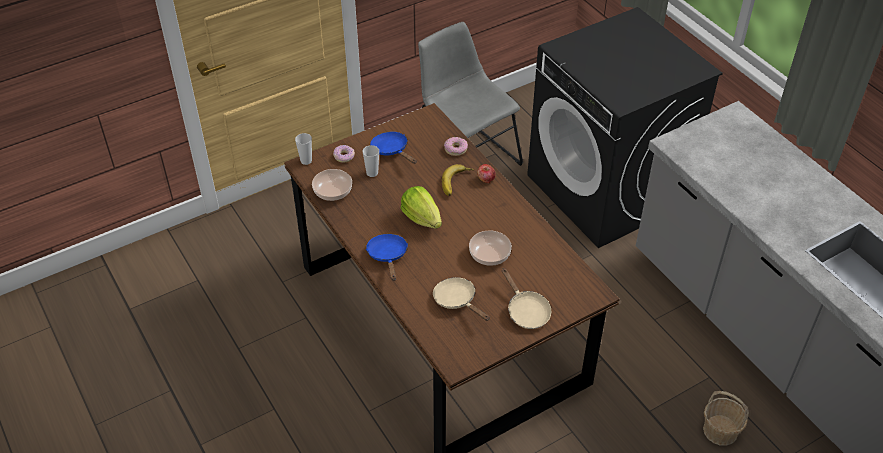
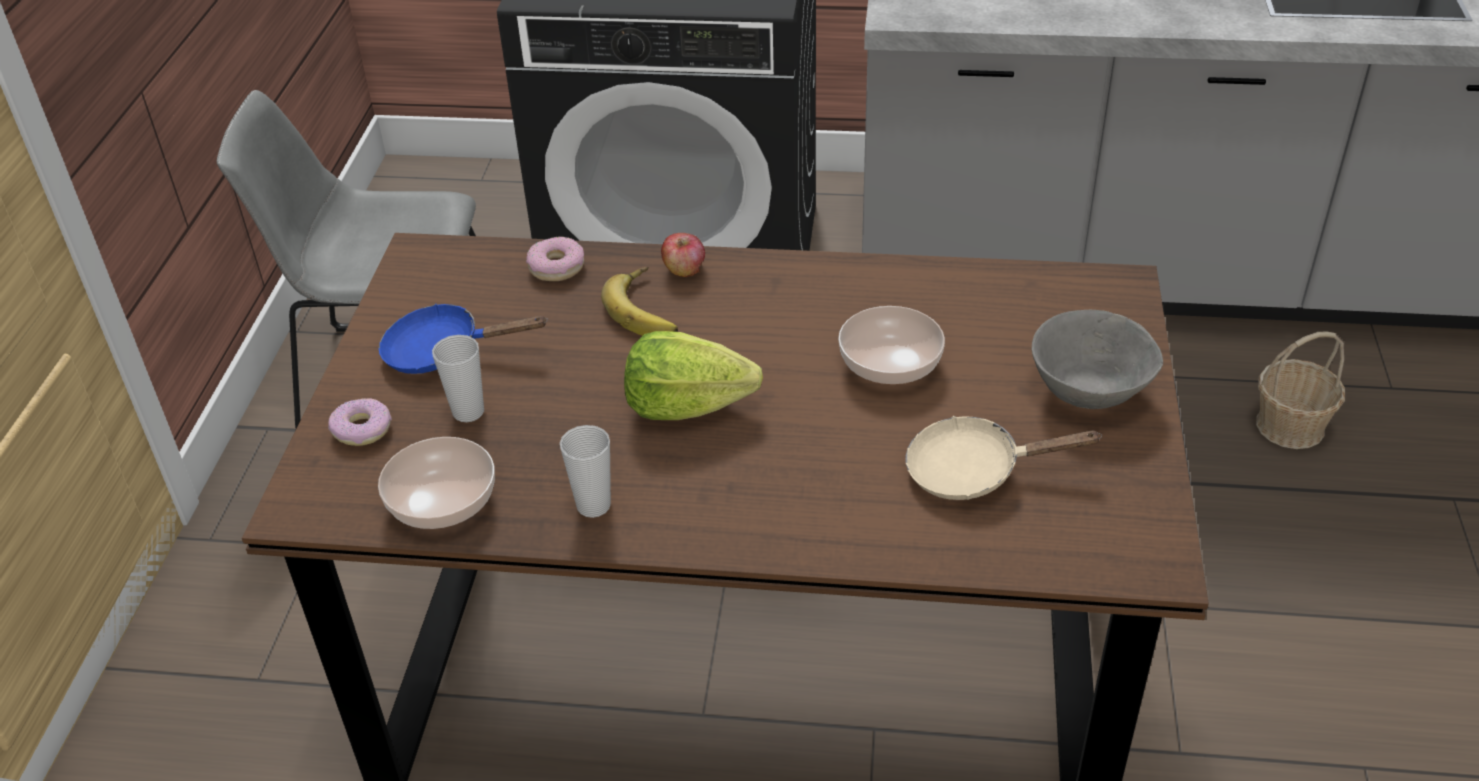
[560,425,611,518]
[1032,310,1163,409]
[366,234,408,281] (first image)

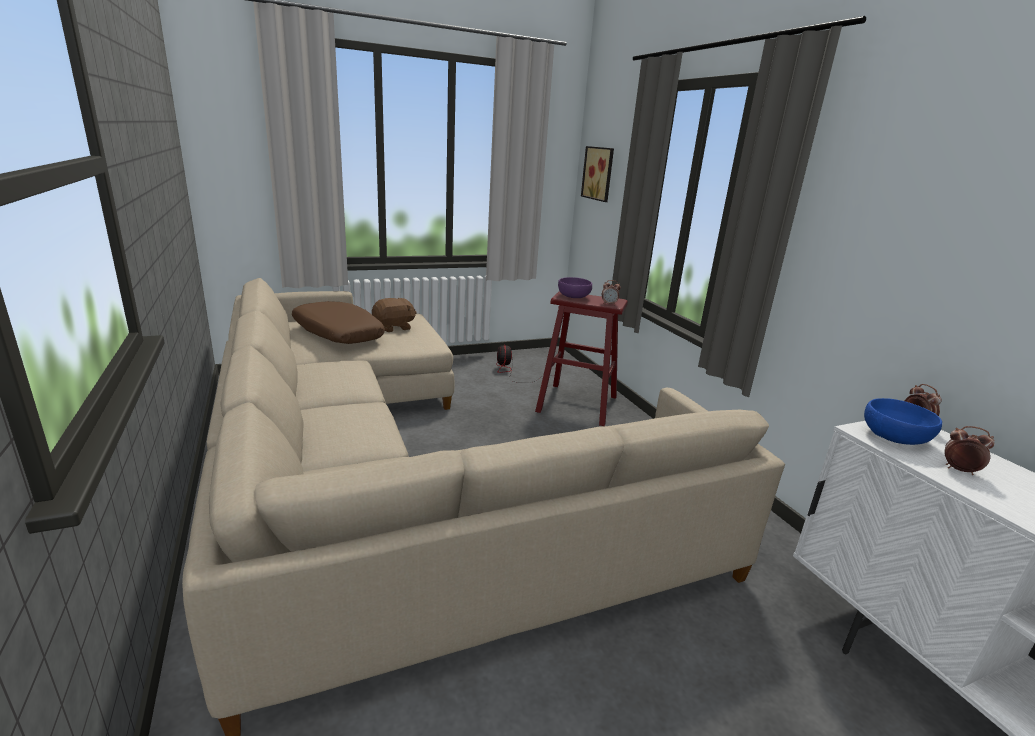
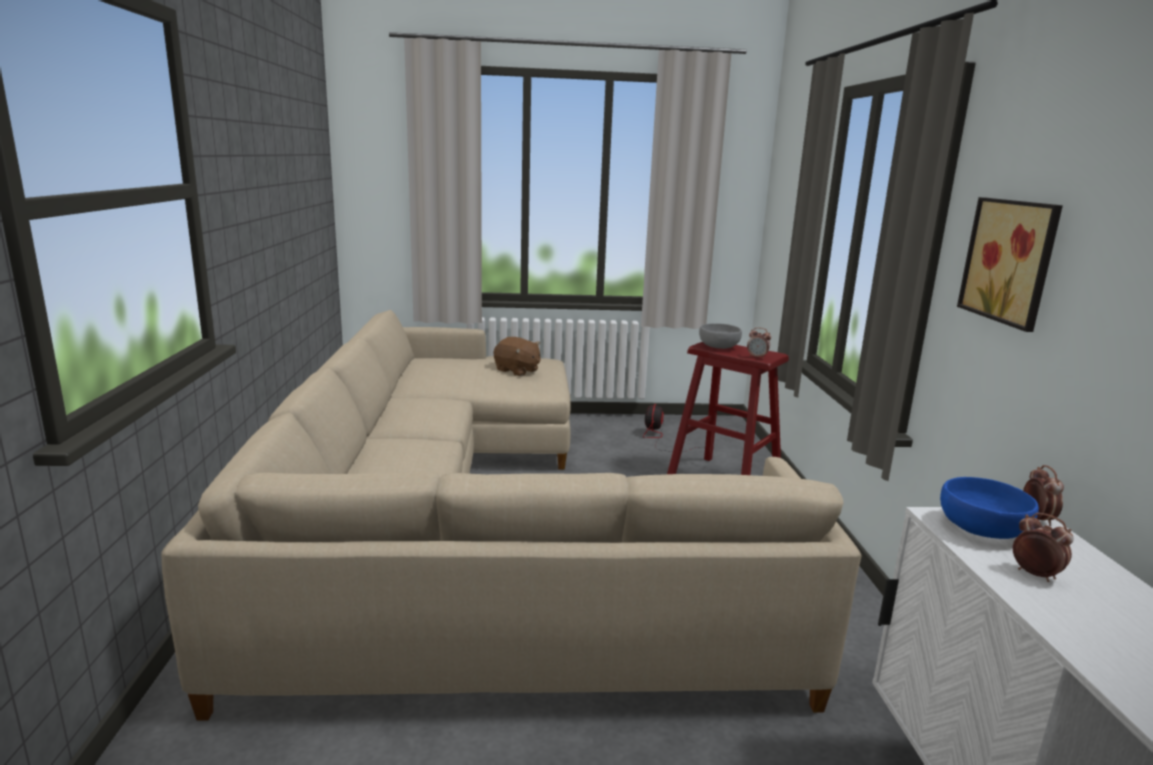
[494,337,541,376]
[699,323,742,349]
[957,197,1063,332]
[292,301,385,344] (first image)

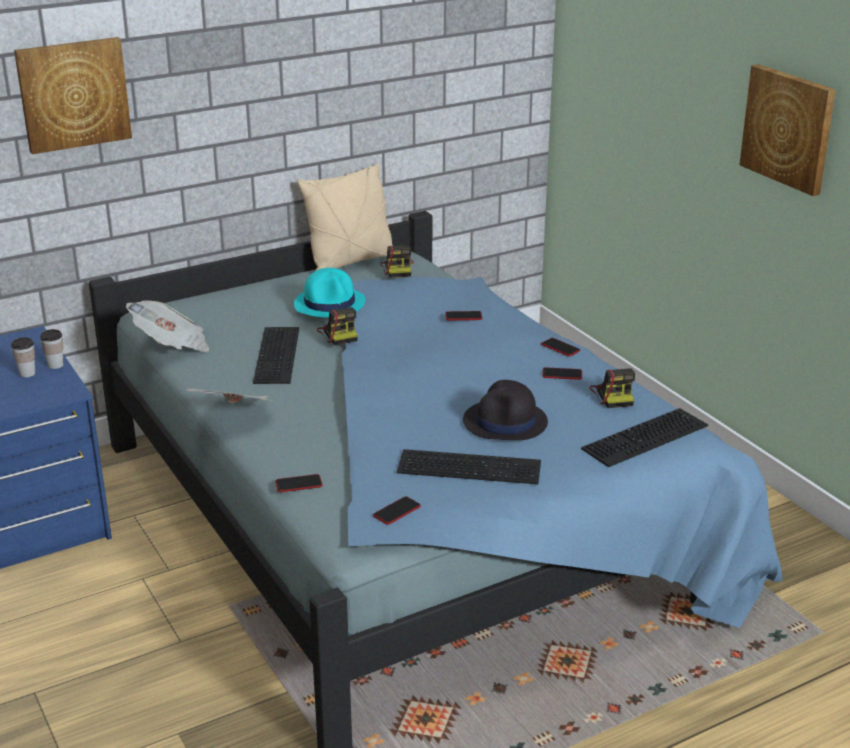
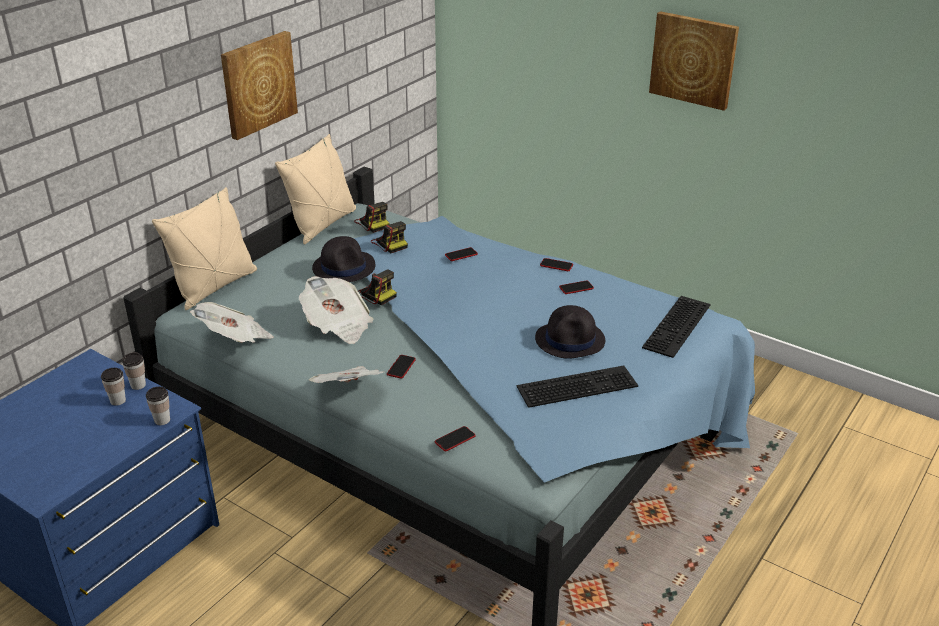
[146,387,170,425]
[152,187,257,310]
[221,31,298,140]
[299,276,374,344]
[312,236,375,282]
[371,221,408,253]
[387,355,416,378]

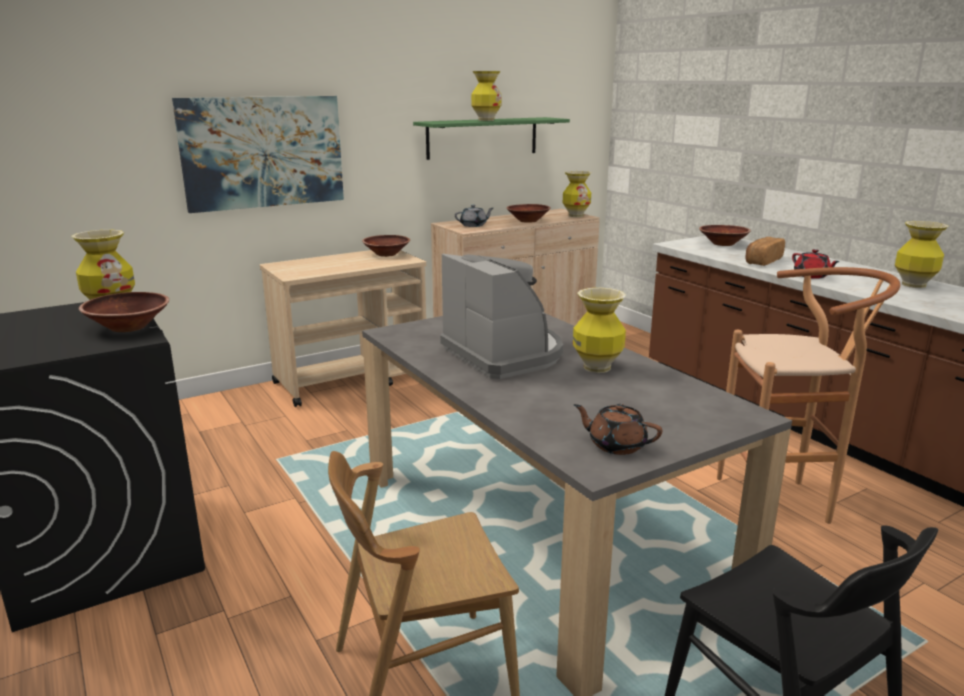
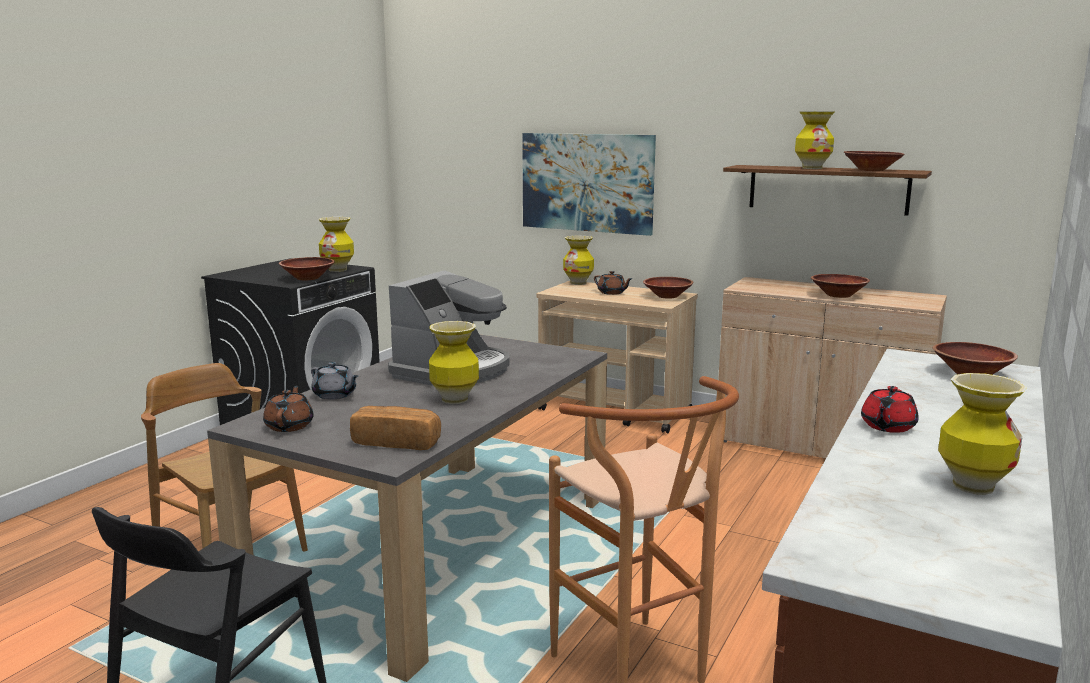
[311,362,358,399]
[350,406,441,450]
[563,235,594,285]
[594,271,633,295]
[723,165,932,216]
[844,151,905,171]

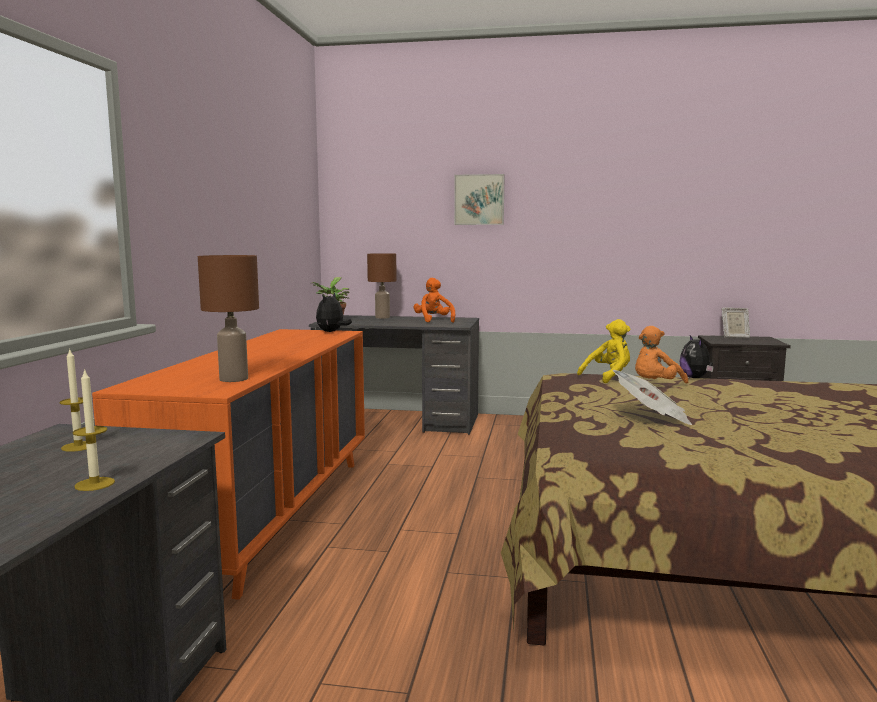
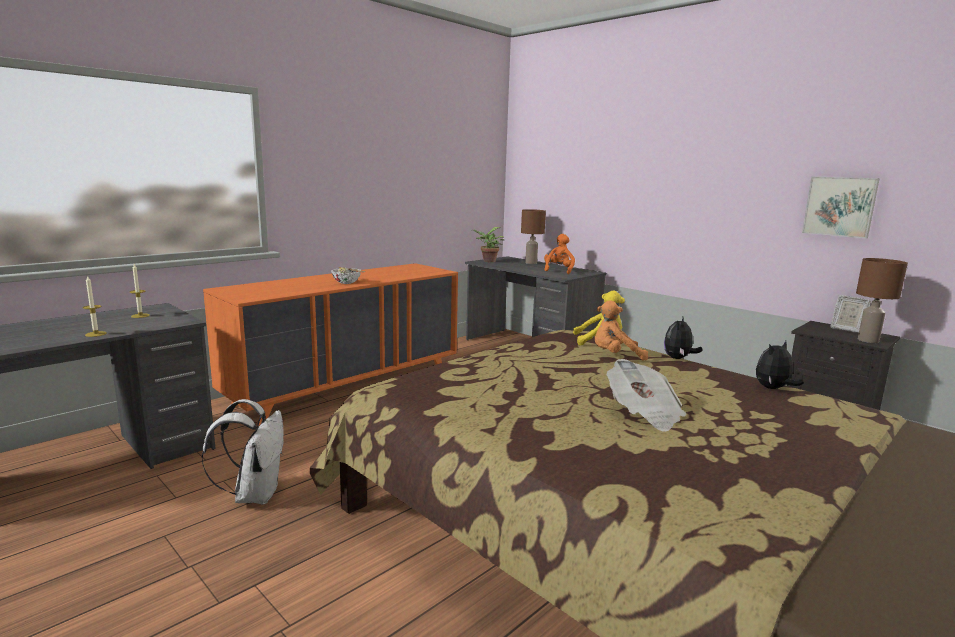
[202,399,284,505]
[331,267,366,284]
[607,359,686,432]
[756,341,804,389]
[802,177,880,238]
[856,258,908,343]

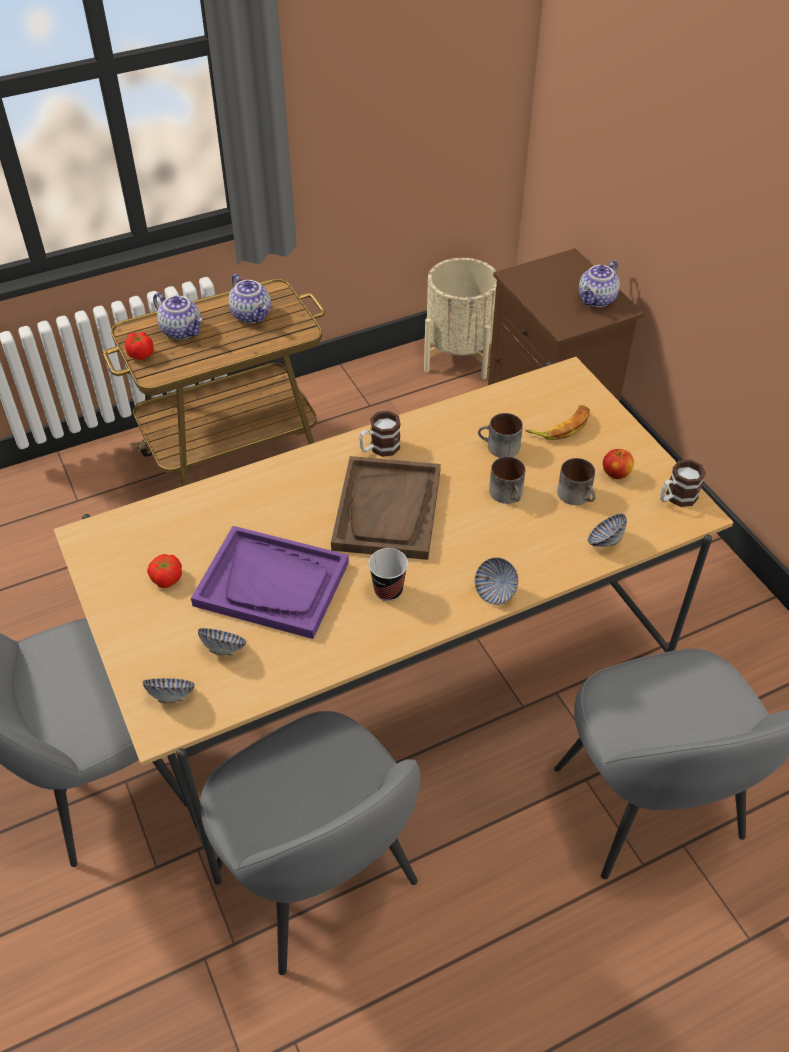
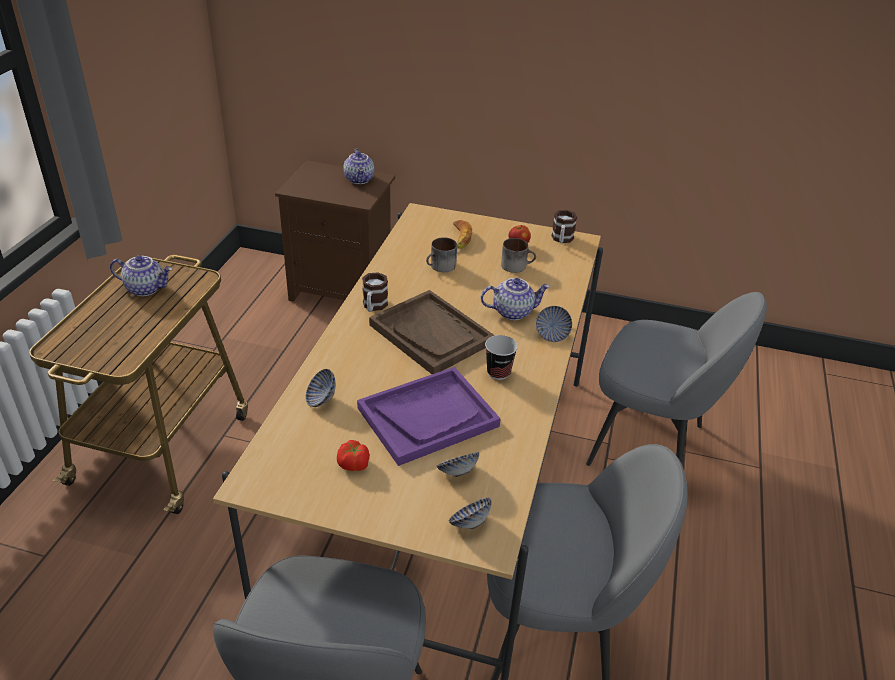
[306,369,336,407]
[481,278,550,320]
[125,332,154,360] (first image)
[424,258,497,379] (first image)
[489,457,525,504] (first image)

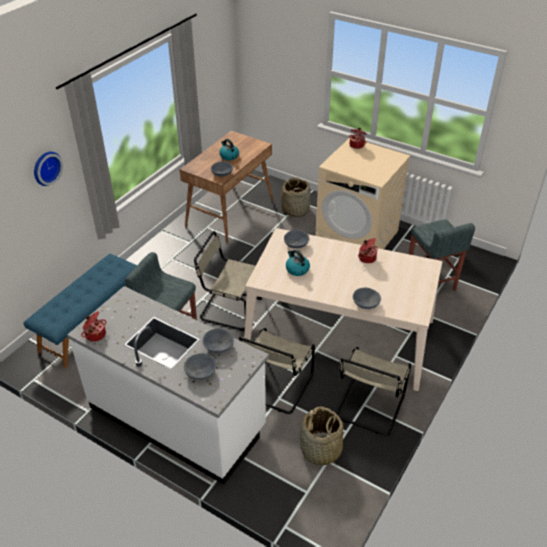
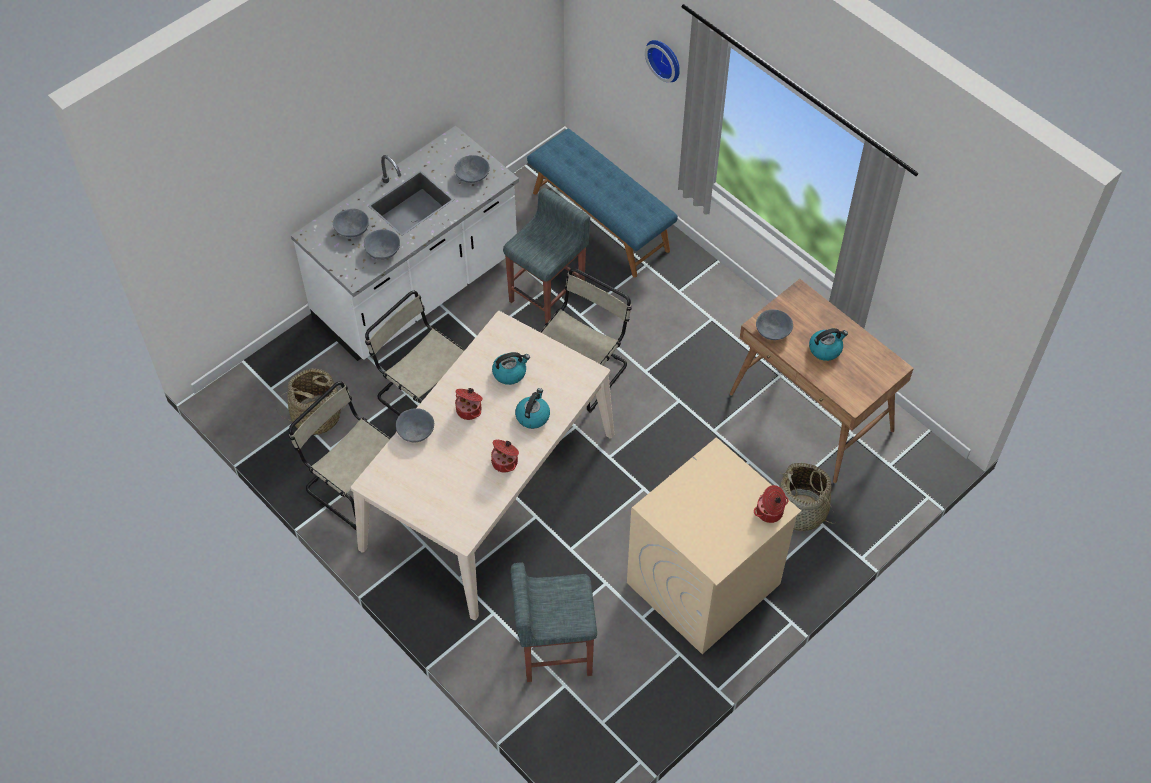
[454,155,490,183]
[455,388,483,420]
[515,388,550,429]

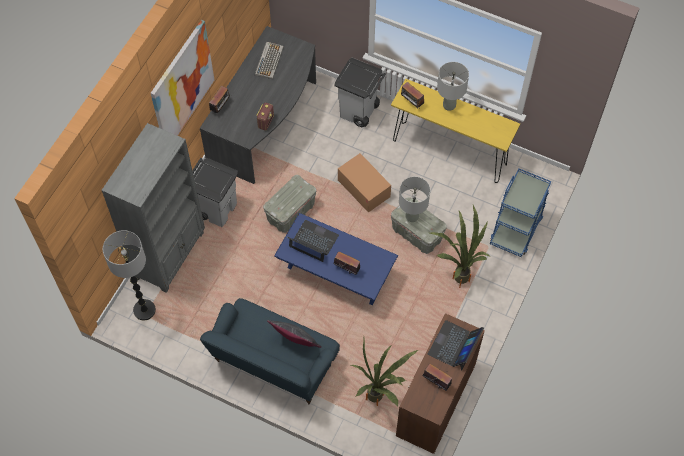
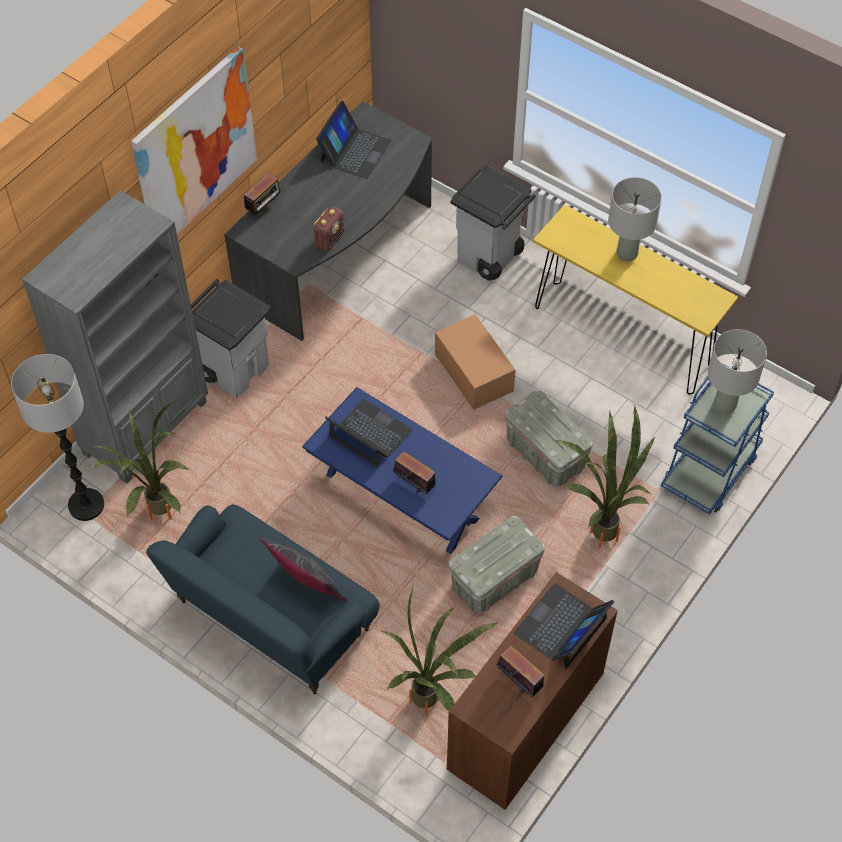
[93,399,189,520]
[316,100,392,179]
[449,516,545,613]
[708,329,767,414]
[401,82,425,108] (first image)

